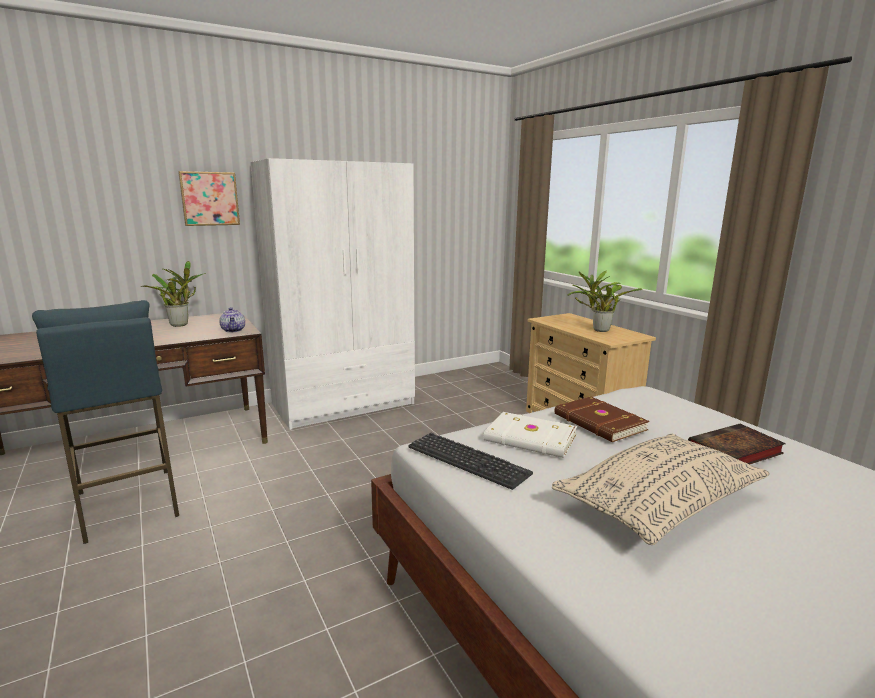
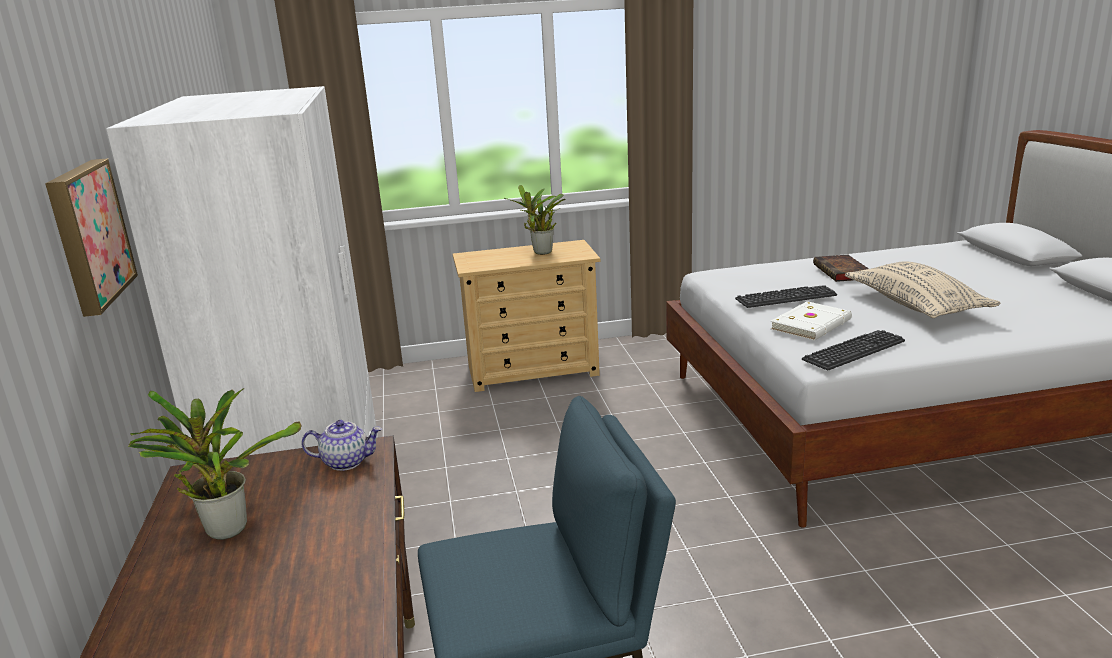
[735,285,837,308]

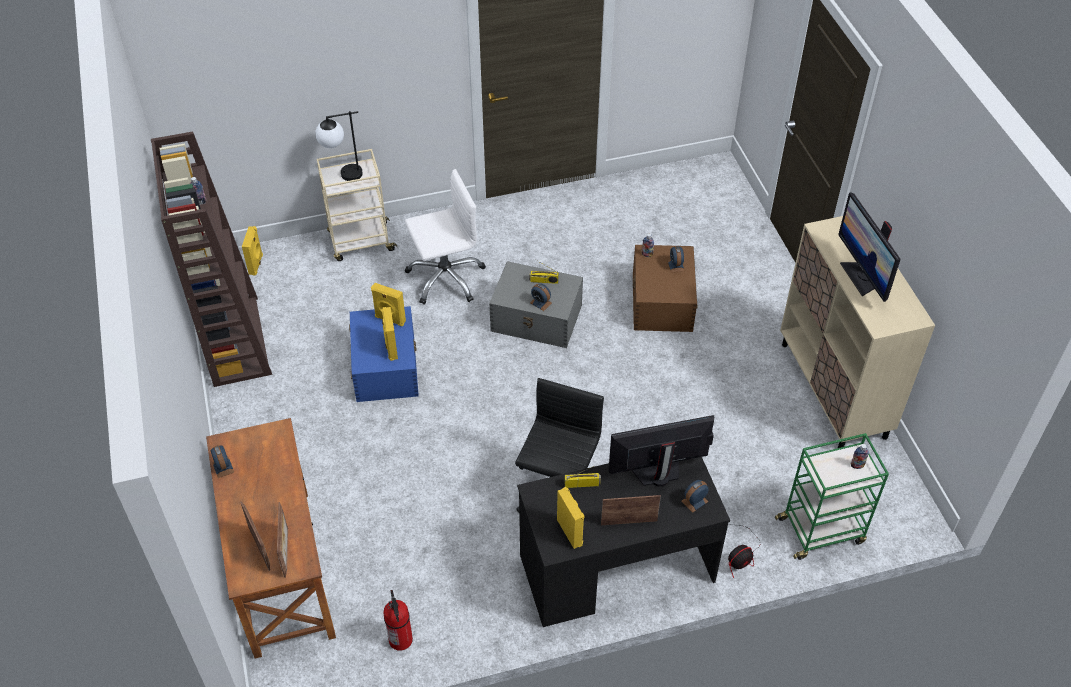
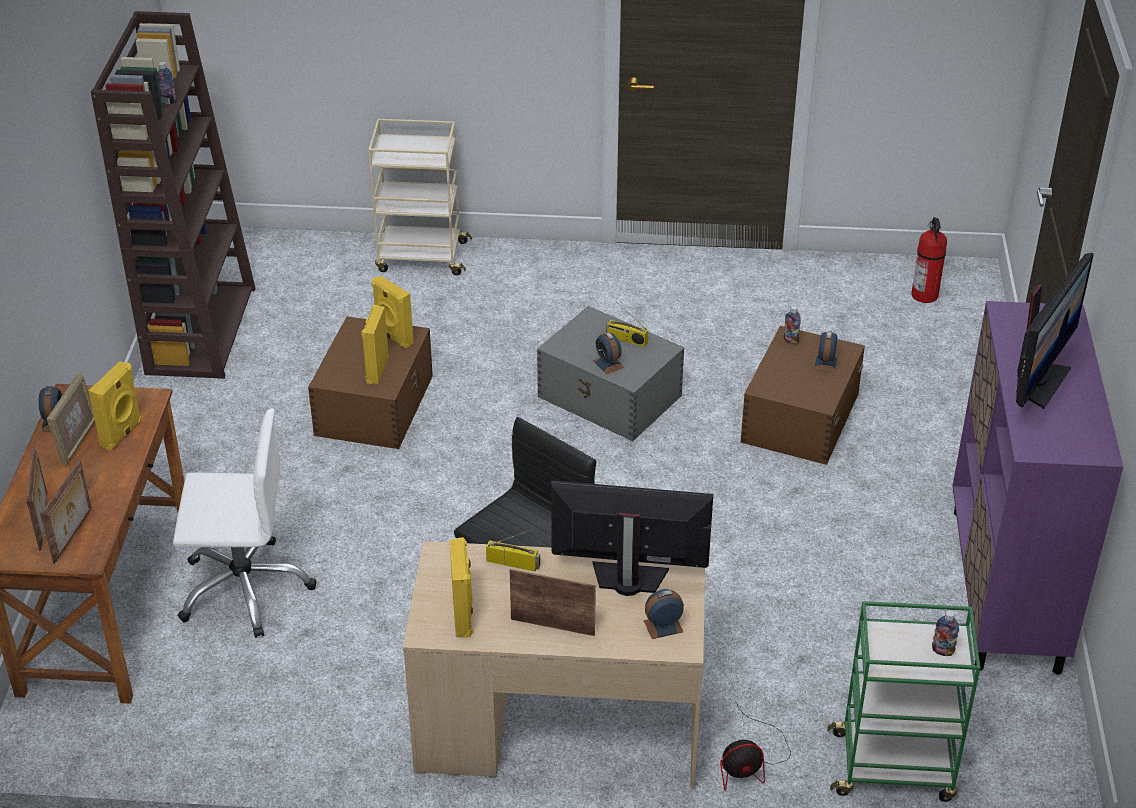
[47,372,95,467]
[89,361,142,451]
[173,408,316,638]
[308,316,433,449]
[403,541,705,788]
[911,217,947,303]
[952,301,1123,675]
[1016,253,1094,409]
[315,111,363,181] (first image)

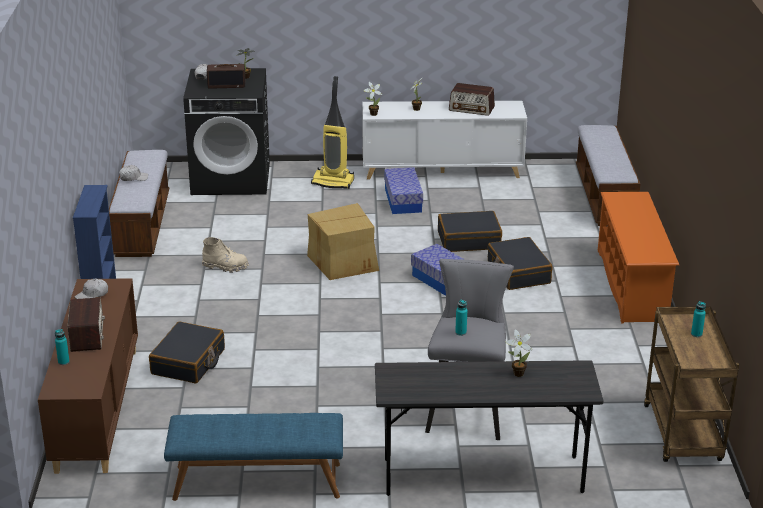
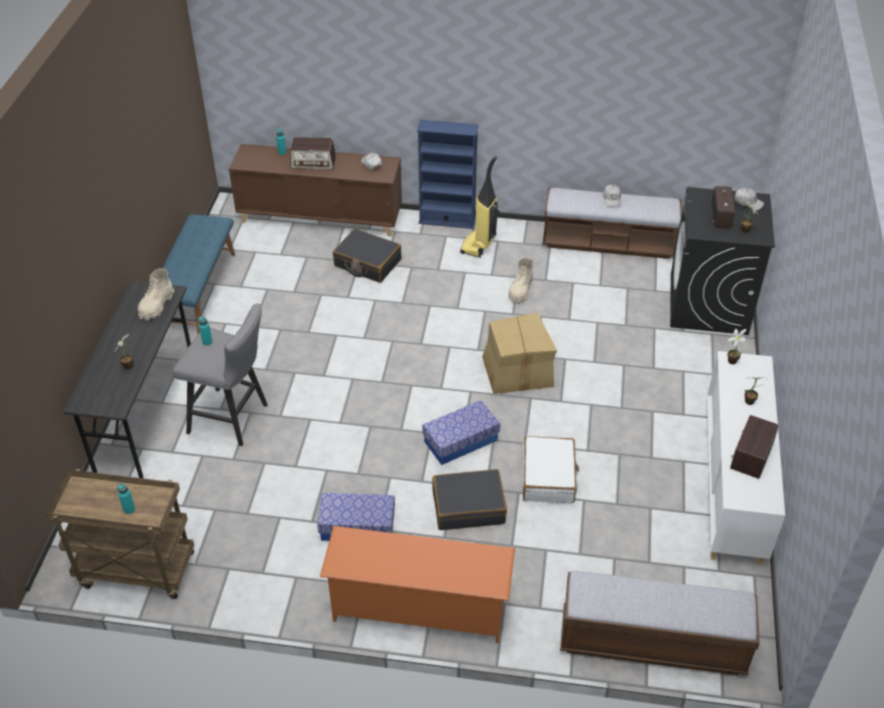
[138,268,174,321]
[317,493,395,541]
[460,156,499,258]
[523,436,579,503]

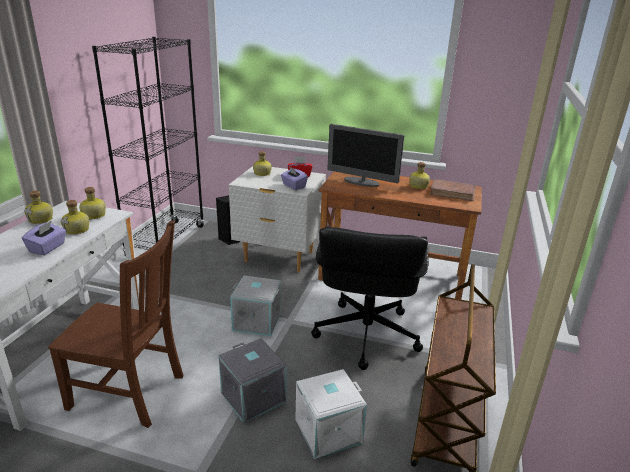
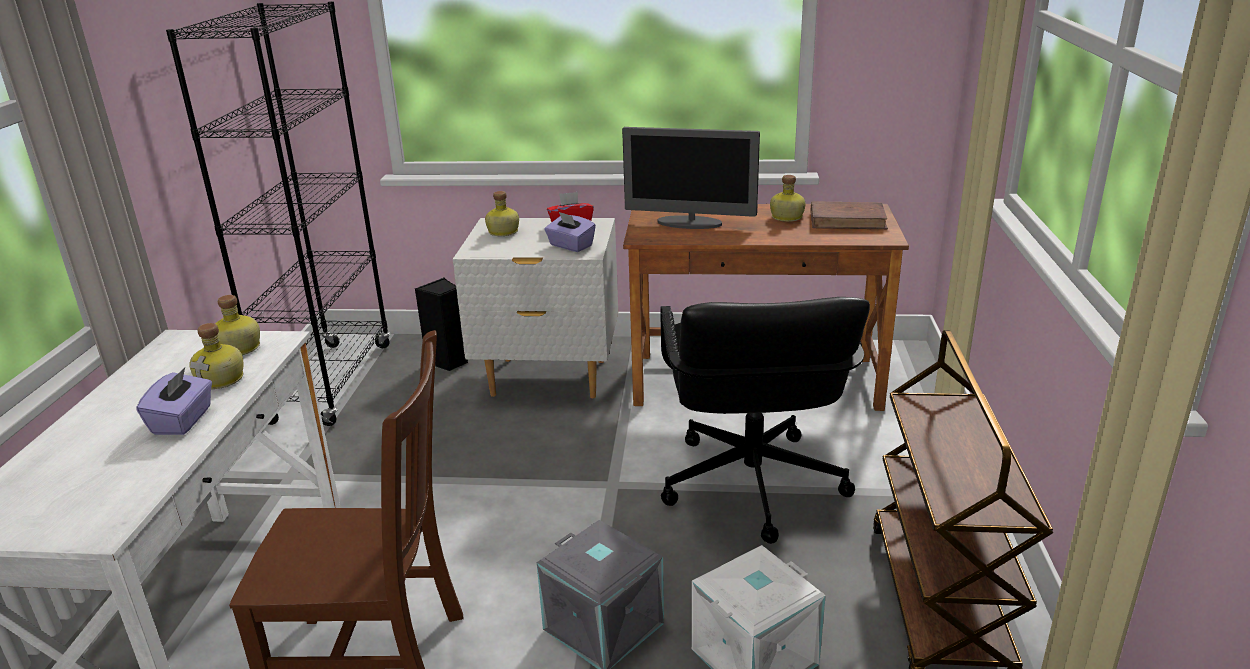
[24,190,53,224] (first image)
[230,276,281,336] (first image)

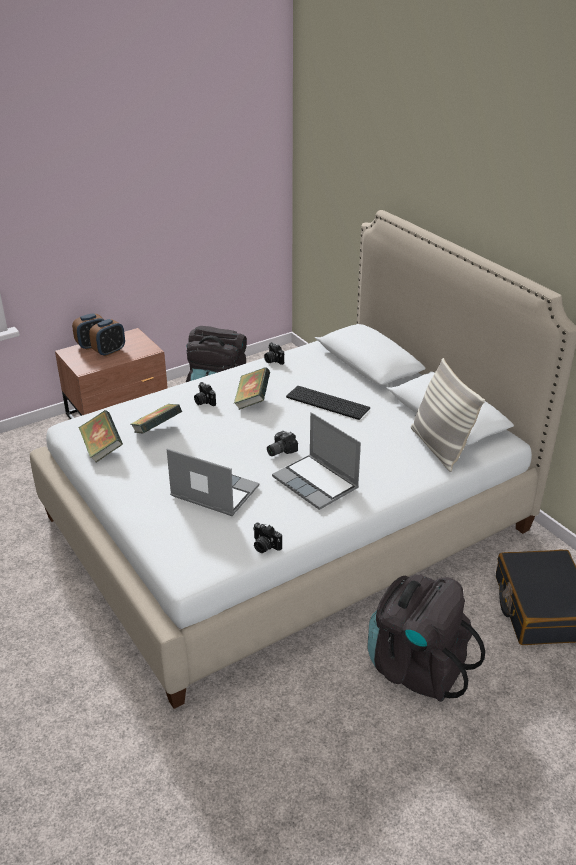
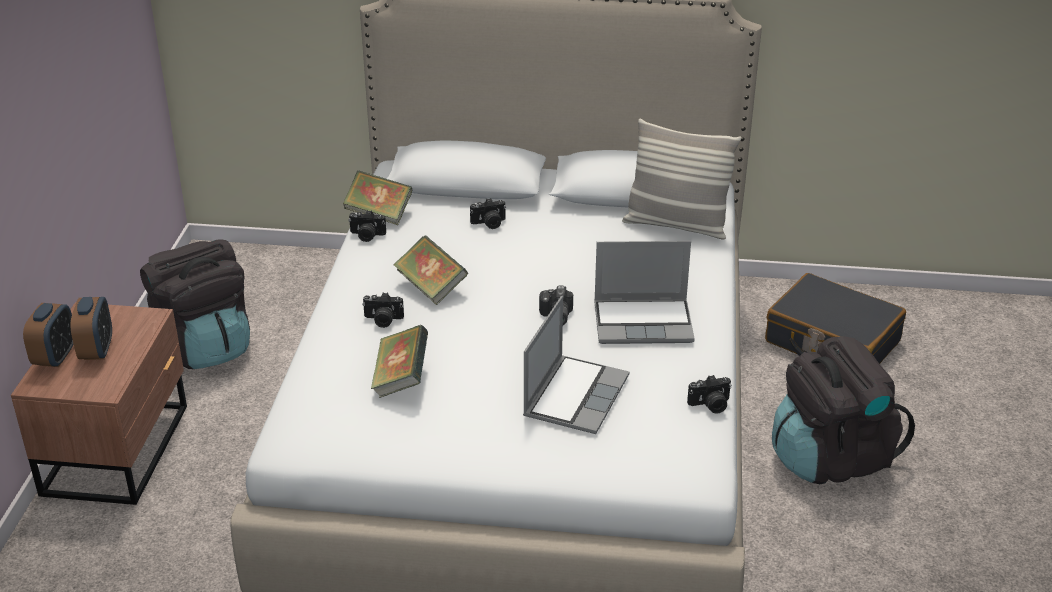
[343,170,412,225]
[470,198,506,229]
[523,296,629,434]
[286,386,370,420] (first image)

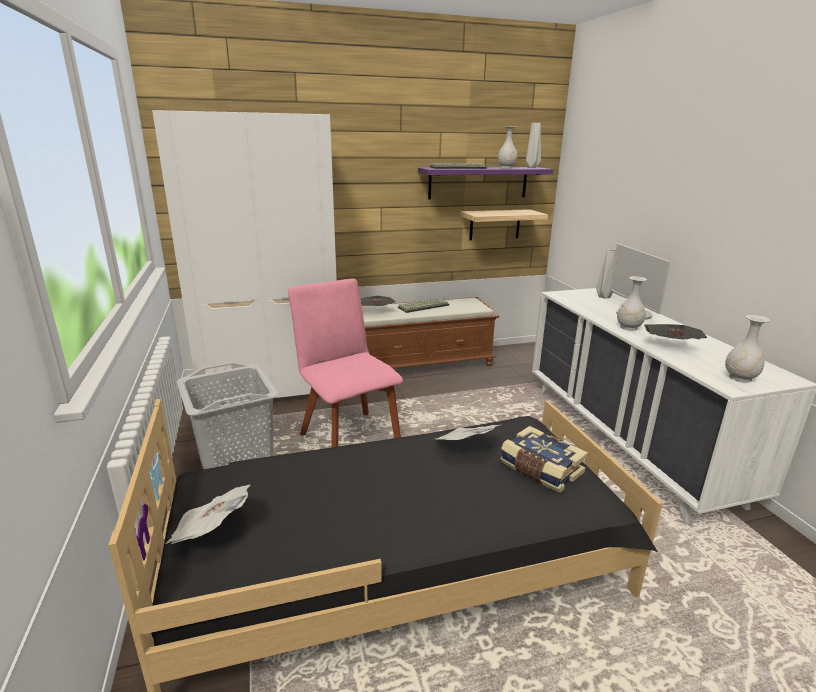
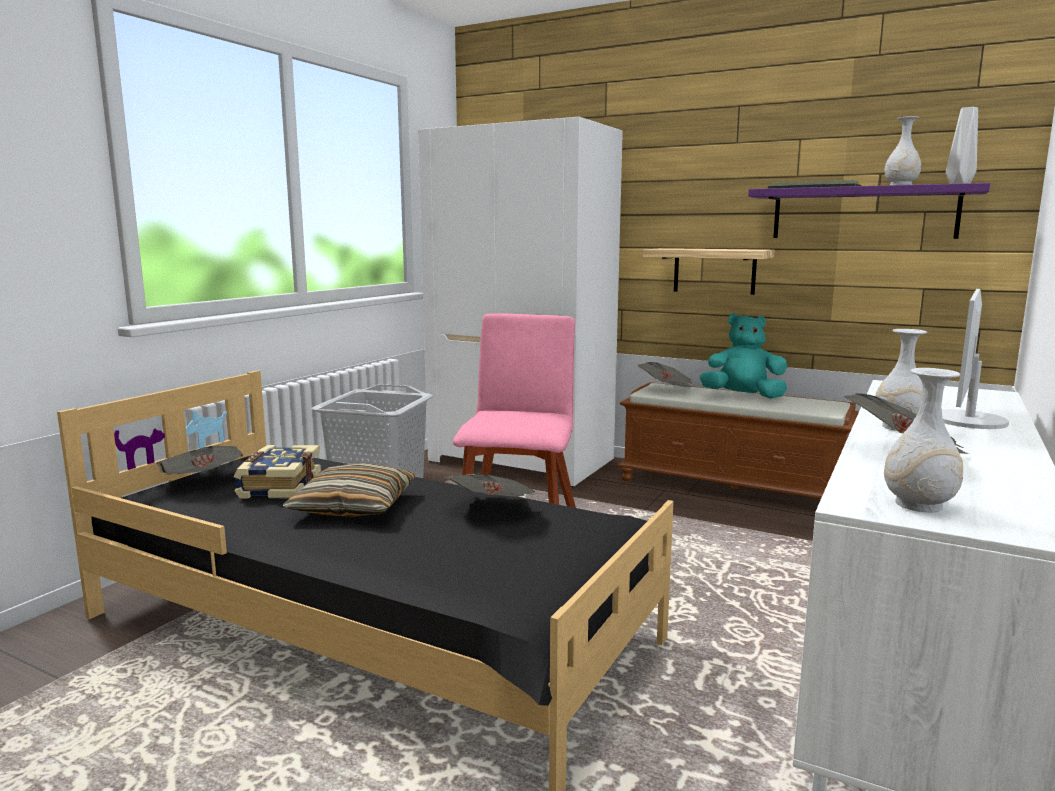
[233,445,321,498]
[283,463,415,517]
[643,248,775,295]
[699,313,787,399]
[596,249,616,299] (first image)

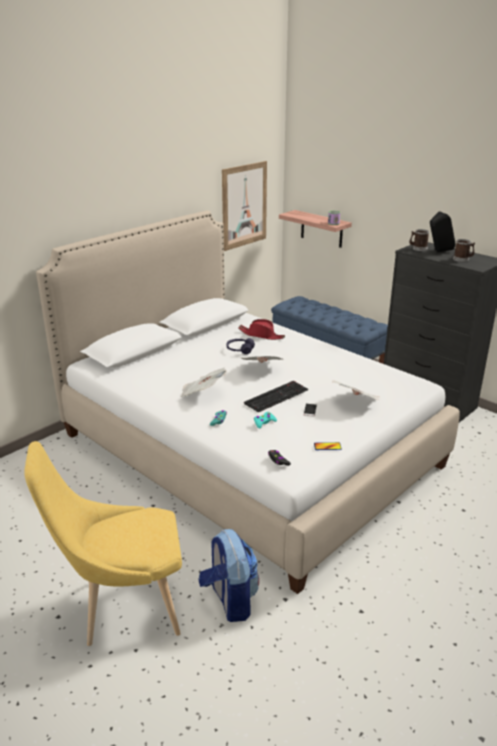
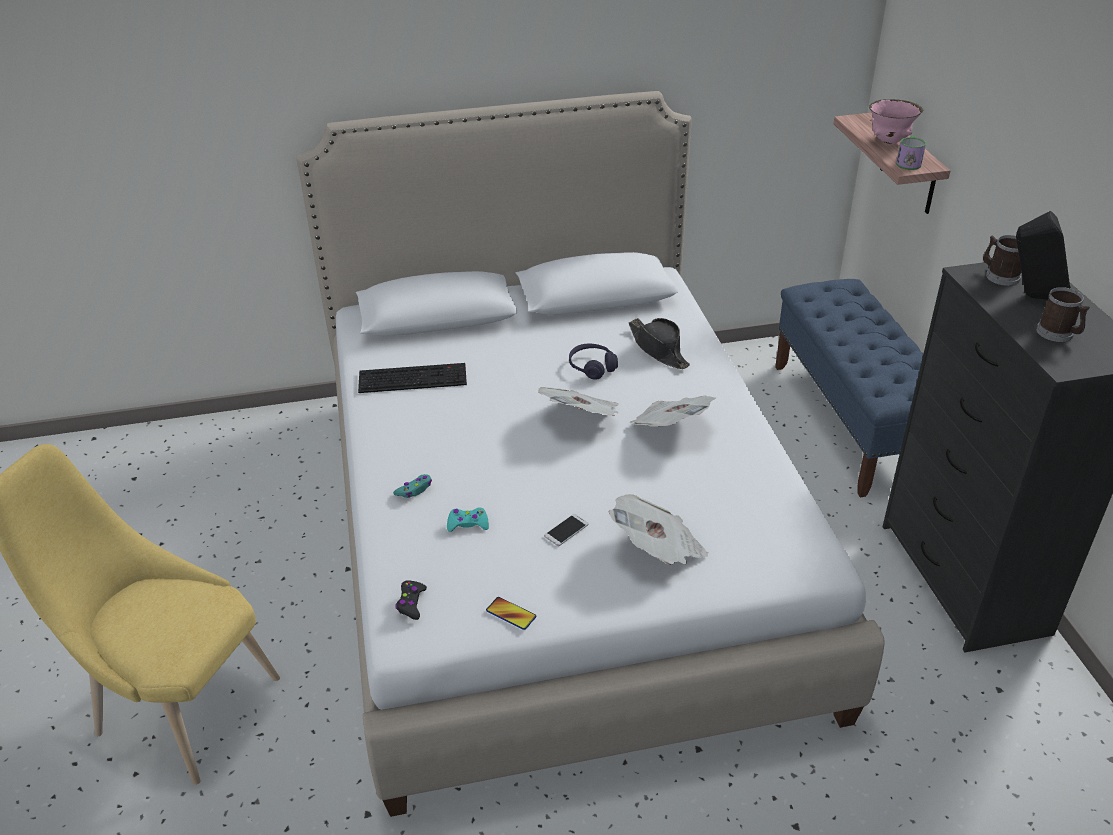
[358,363,467,393]
[629,318,690,369]
[629,396,716,427]
[869,99,923,144]
[198,529,259,622] (first image)
[222,161,267,251] (first image)

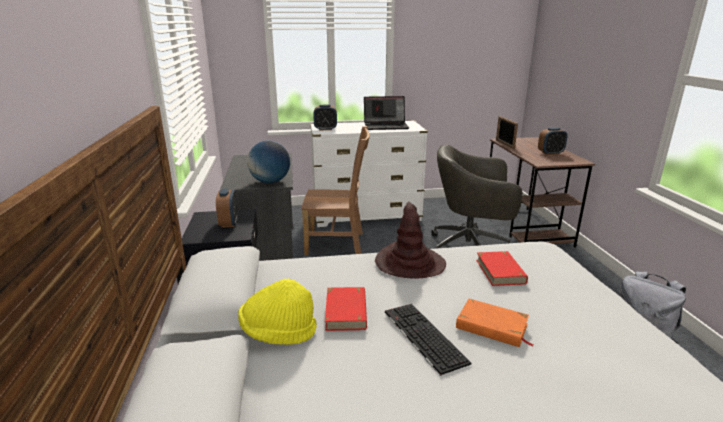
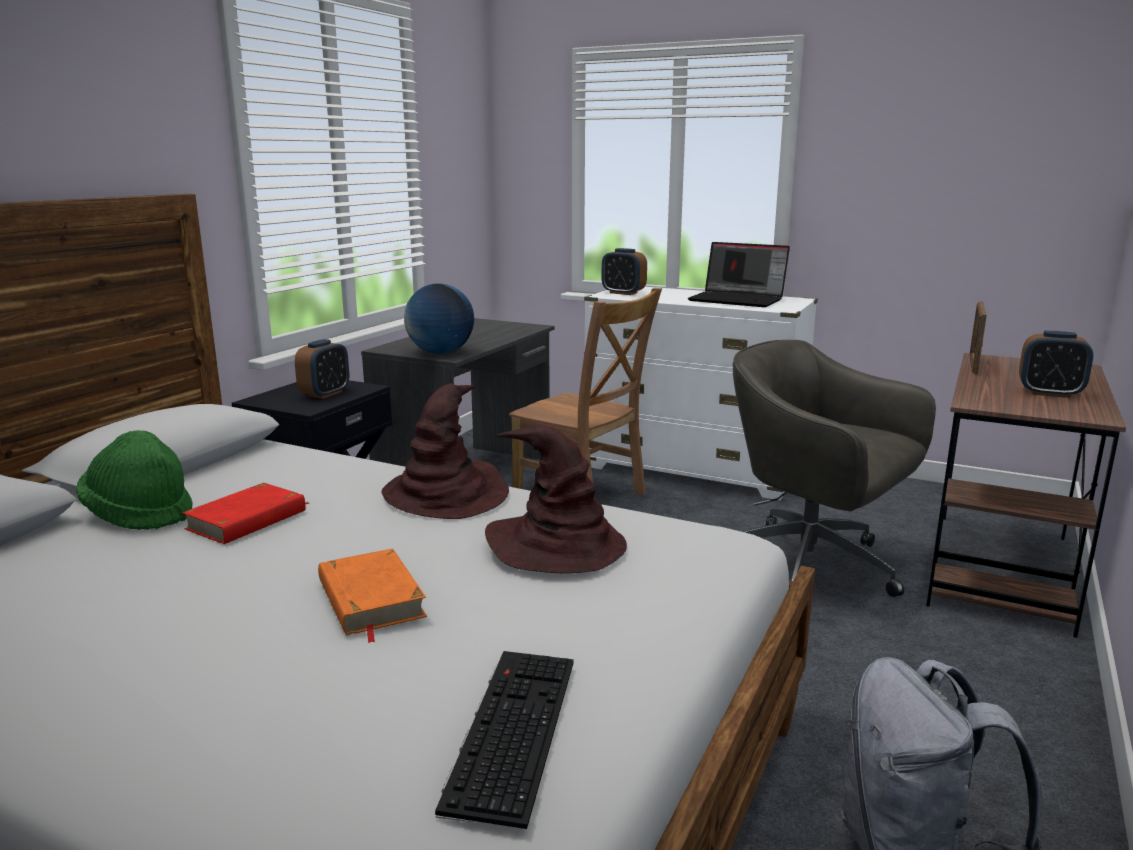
[76,430,192,530]
[435,651,574,829]
[485,424,627,573]

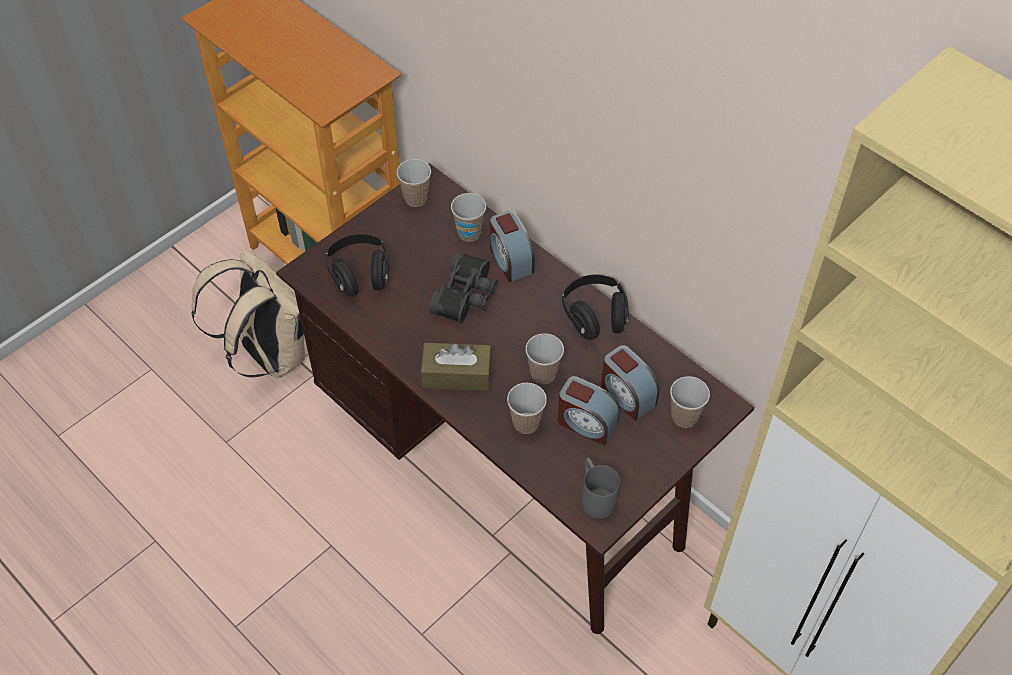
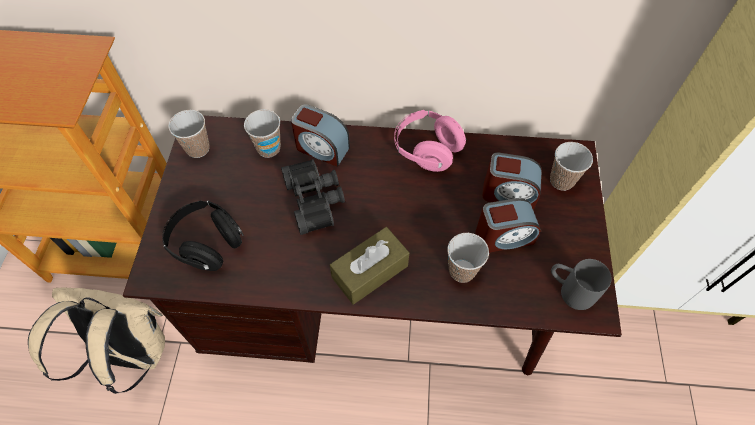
[394,110,467,172]
[525,333,564,384] (first image)

